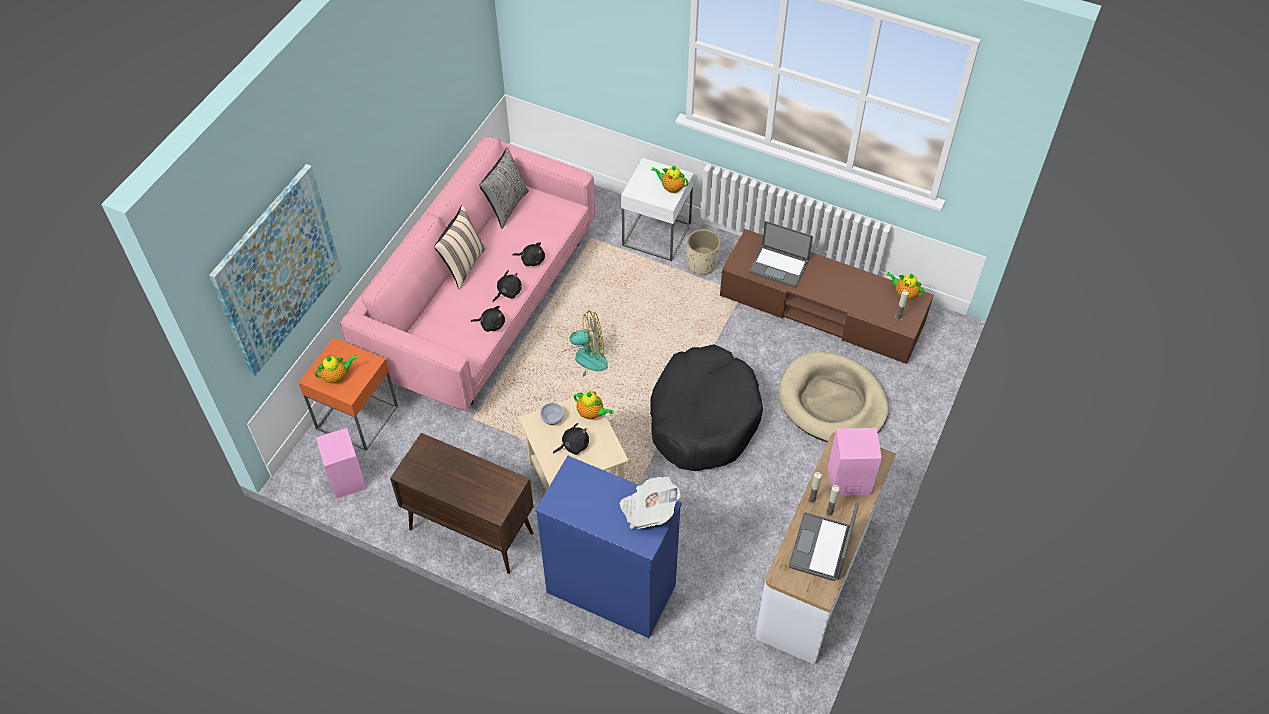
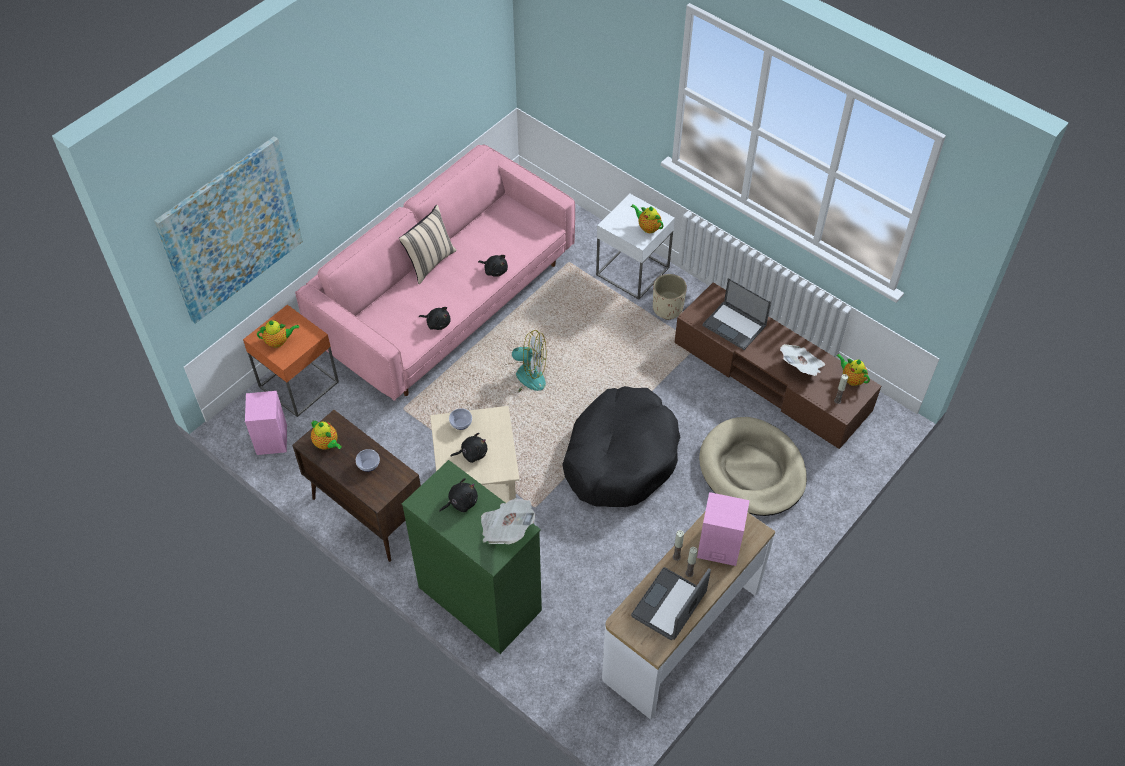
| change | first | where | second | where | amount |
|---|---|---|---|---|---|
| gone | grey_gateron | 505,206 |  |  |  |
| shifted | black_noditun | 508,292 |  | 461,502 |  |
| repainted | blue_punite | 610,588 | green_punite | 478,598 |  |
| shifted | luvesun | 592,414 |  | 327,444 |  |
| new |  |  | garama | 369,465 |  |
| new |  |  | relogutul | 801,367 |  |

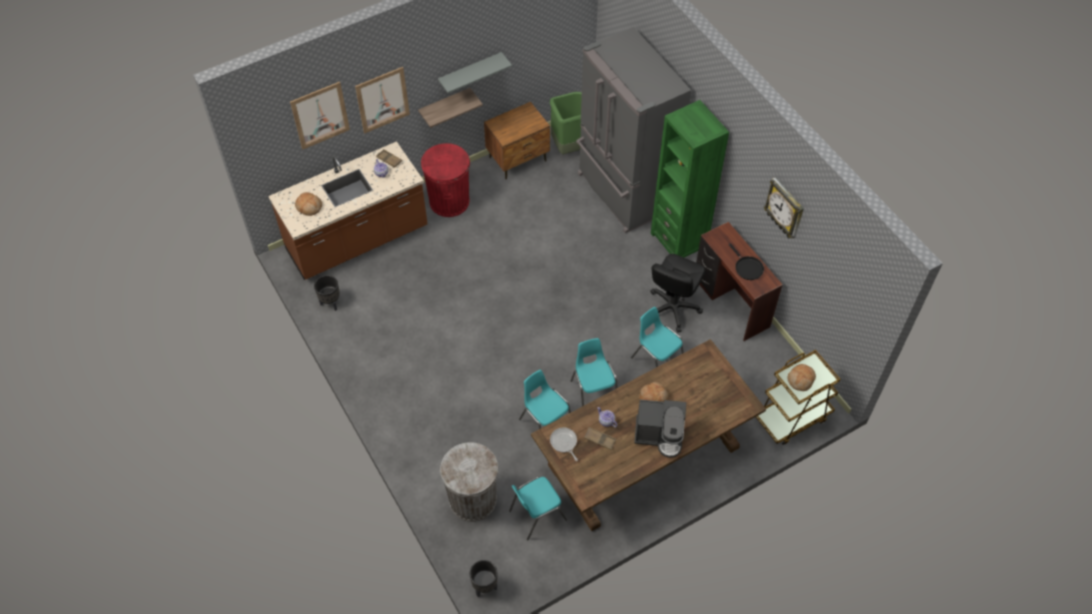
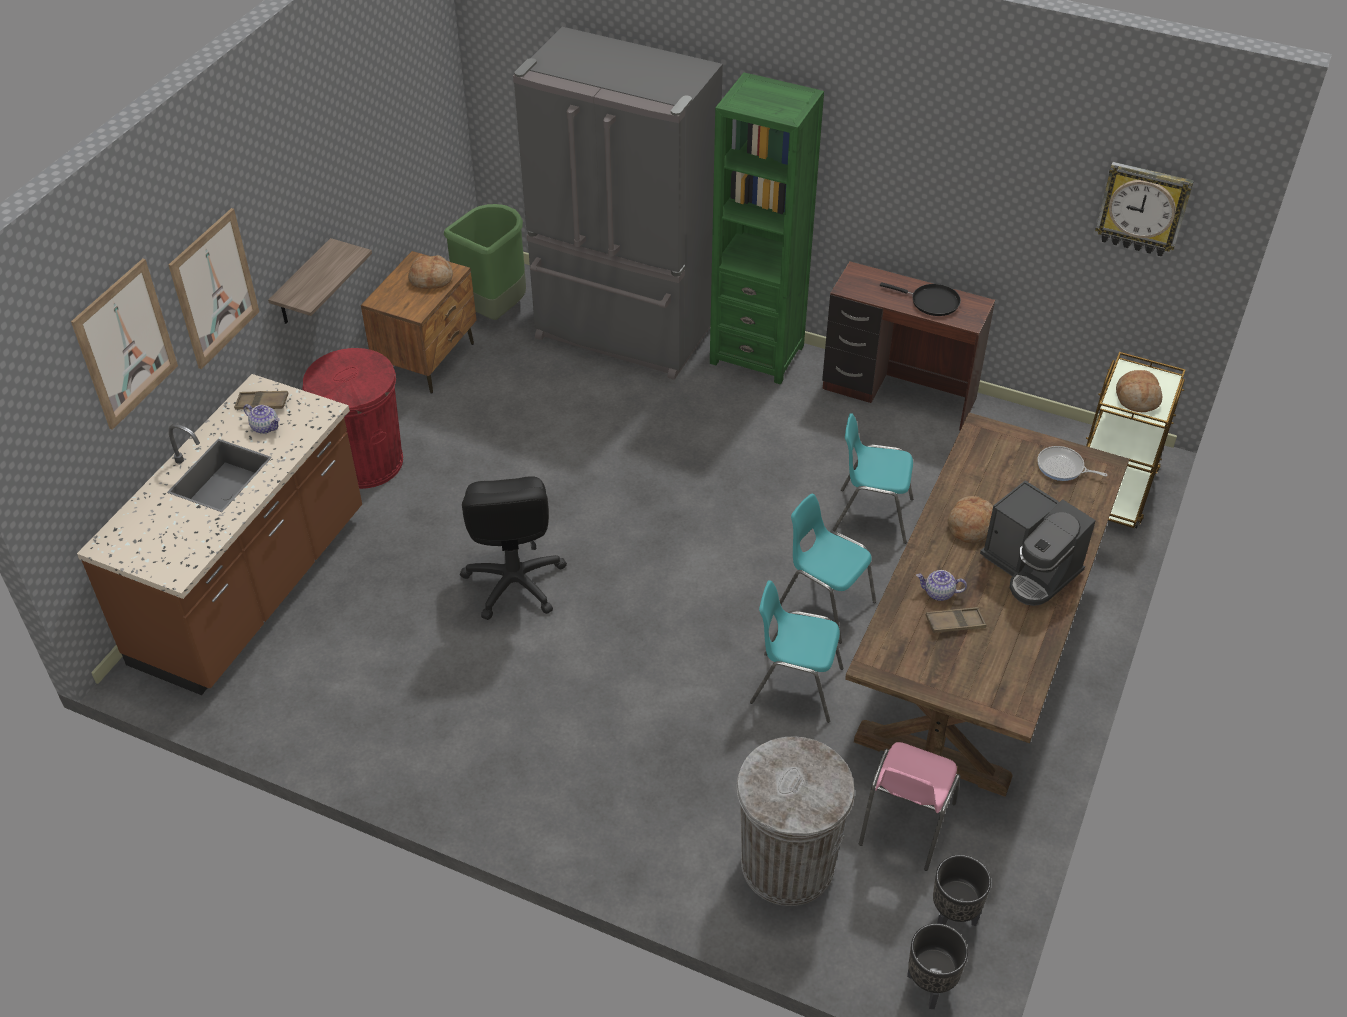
| change | first | where | second | where | amount |
|---|---|---|---|---|---|
| shifted | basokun | 309,207 |  | 431,279 |  |
| shifted | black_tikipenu | 330,303 |  | 952,917 |  |
| gone | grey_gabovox | 470,73 |  |  |  |
| repainted | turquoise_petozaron | 536,515 | pink_petozaron | 905,824 |  |
| shifted | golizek | 564,443 |  | 1062,467 |  |
| rotated | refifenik | 660,435 |  | 1030,569 | 75 degrees clockwise |
| shifted | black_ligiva | 672,308 |  | 514,583 |  |
| shifted | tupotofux | 785,209 |  | 1143,209 |  |

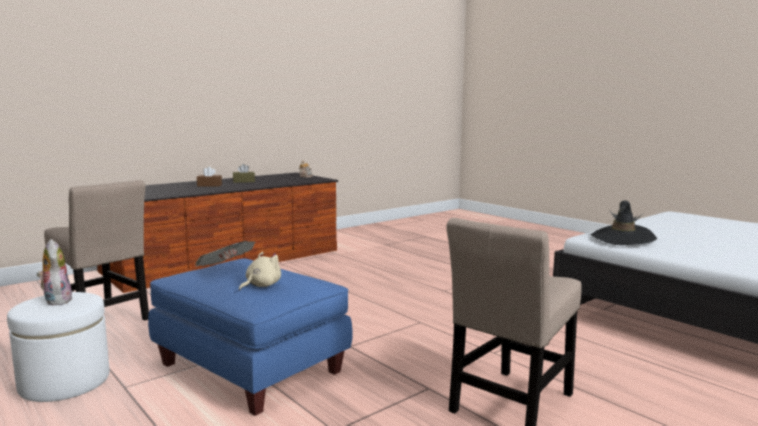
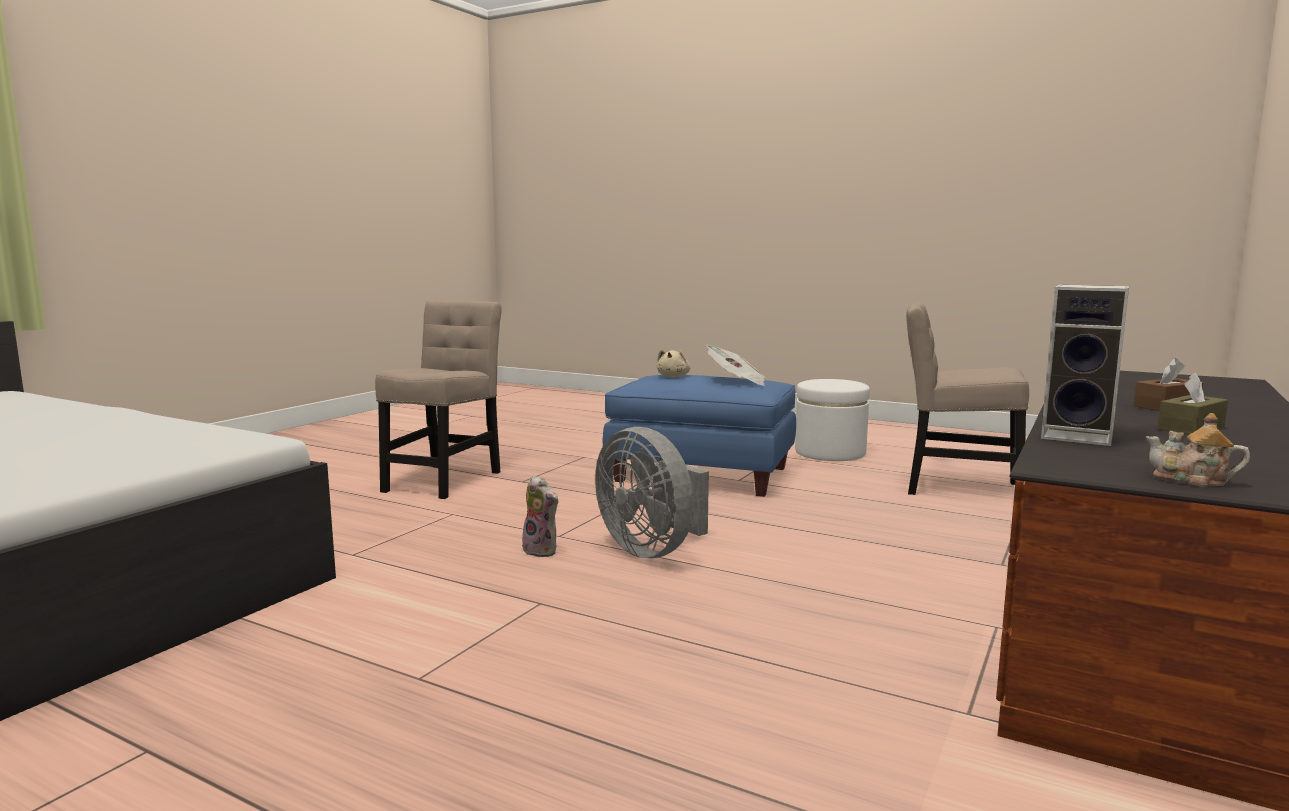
| change | first | where | second | where | amount |
|---|---|---|---|---|---|
| shifted | noditun | 56,300 |  | 542,550 |  |
| gone | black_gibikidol | 622,239 |  |  |  |
| new |  |  | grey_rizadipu | 652,549 |  |
| new |  |  | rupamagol | 1080,436 |  |

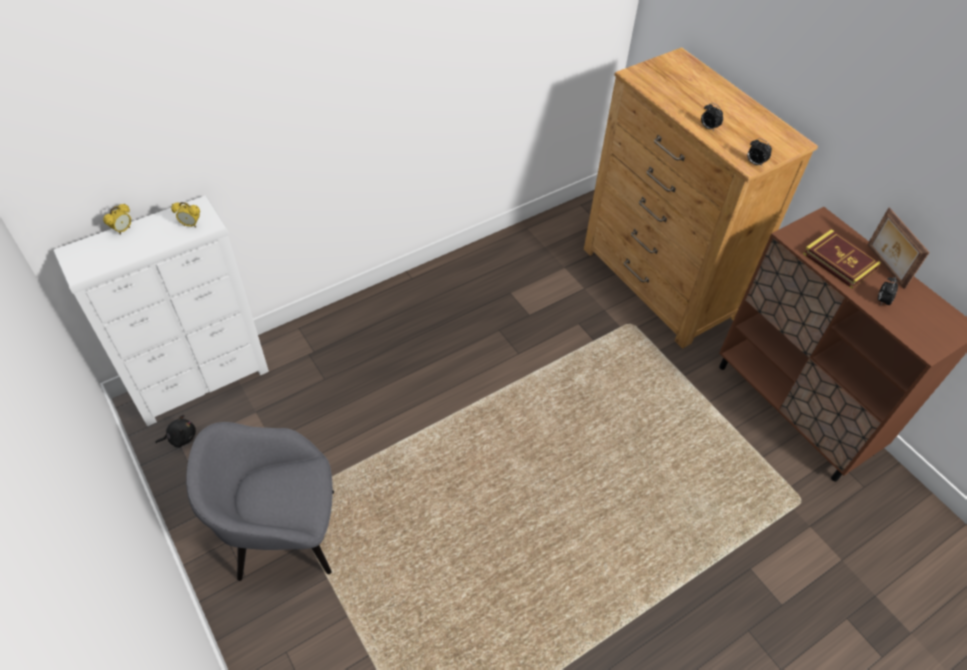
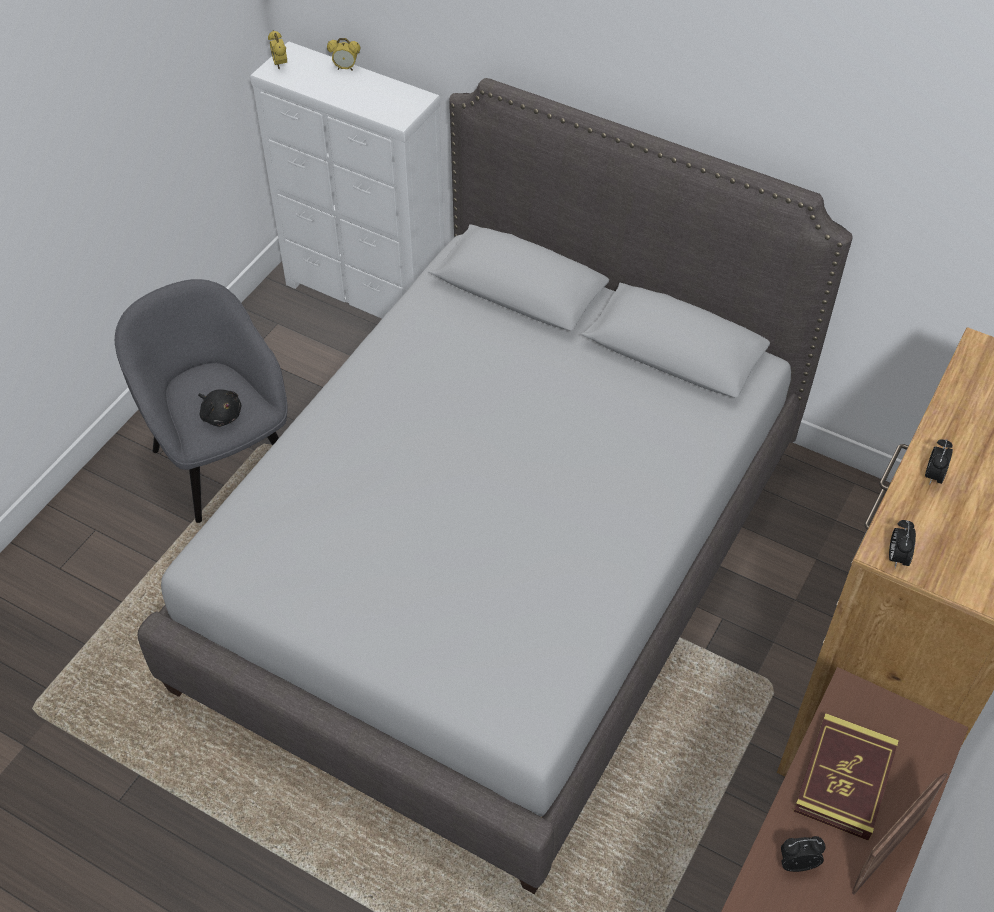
| change | first | where | second | where | amount |
|---|---|---|---|---|---|
| shifted | black_noditun | 180,437 |  | 221,415 |  |
| shifted | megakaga | 191,225 |  | 280,64 |  |
| new |  |  | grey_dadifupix | 497,564 |  |

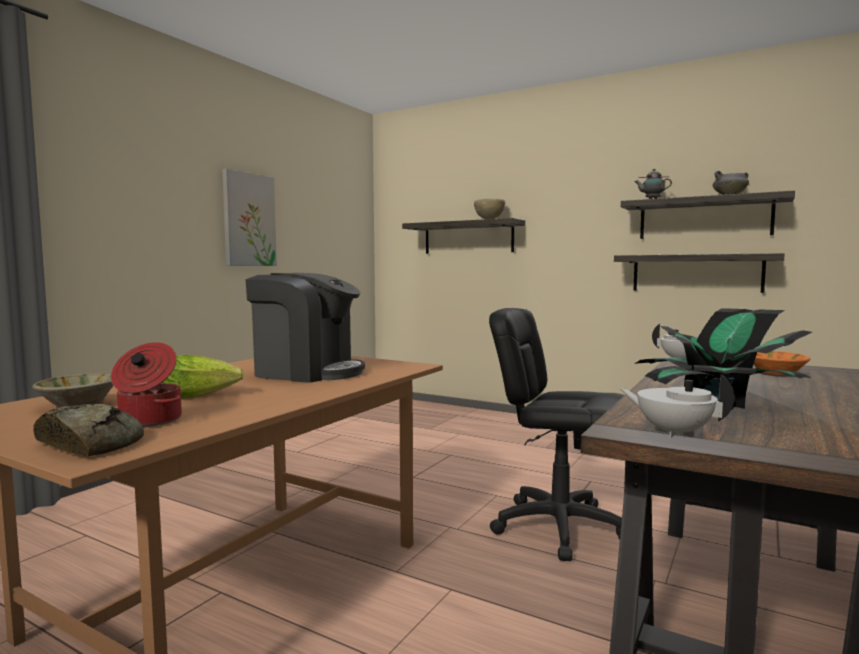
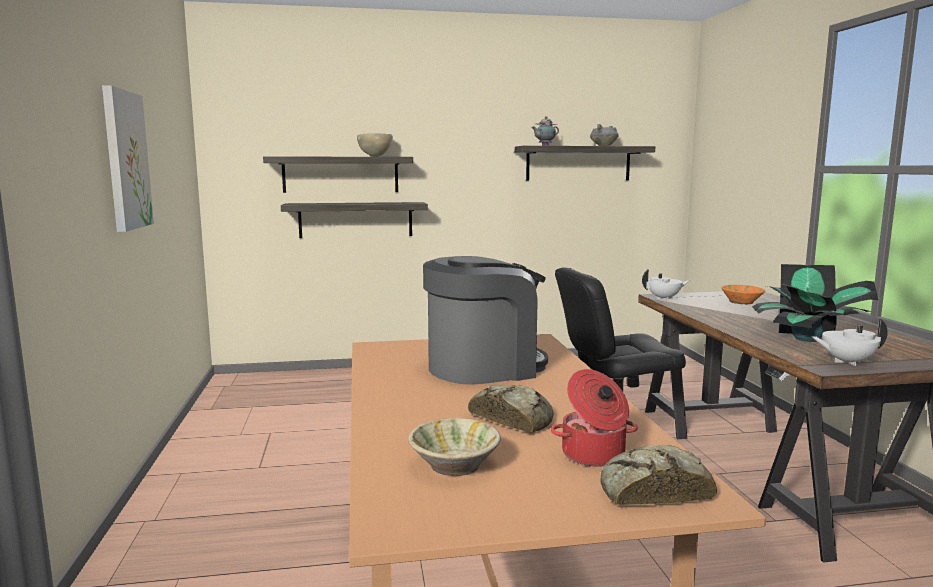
| change | first | where | second | where | amount |
|---|---|---|---|---|---|
| swapped | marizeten | 200,395 | basokun | 513,418 |  |
| shifted | gabovox | 696,273 |  | 356,219 |  |

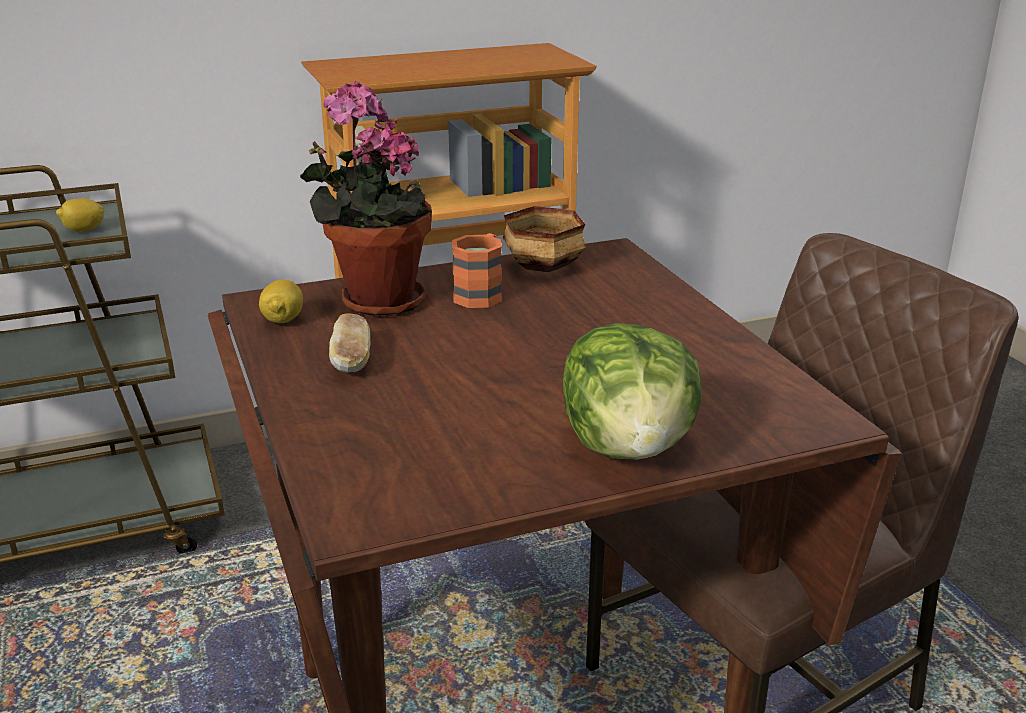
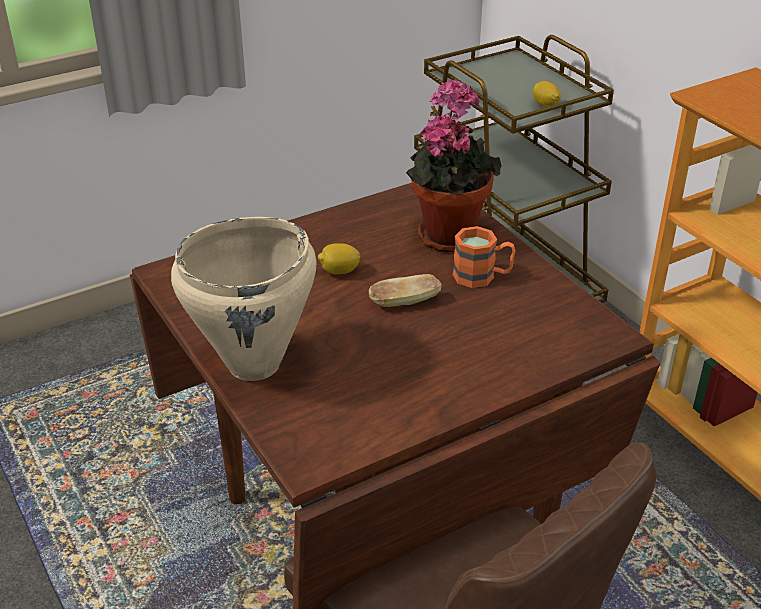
| change | first | where | second | where | amount |
|---|---|---|---|---|---|
| shifted | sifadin | 283,320 |  | 339,271 |  |
| shifted | basokun | 352,360 |  | 405,302 |  |
| gone | garama | 543,267 |  |  |  |
| swapped | marizeten | 630,448 | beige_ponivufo | 255,364 |  |

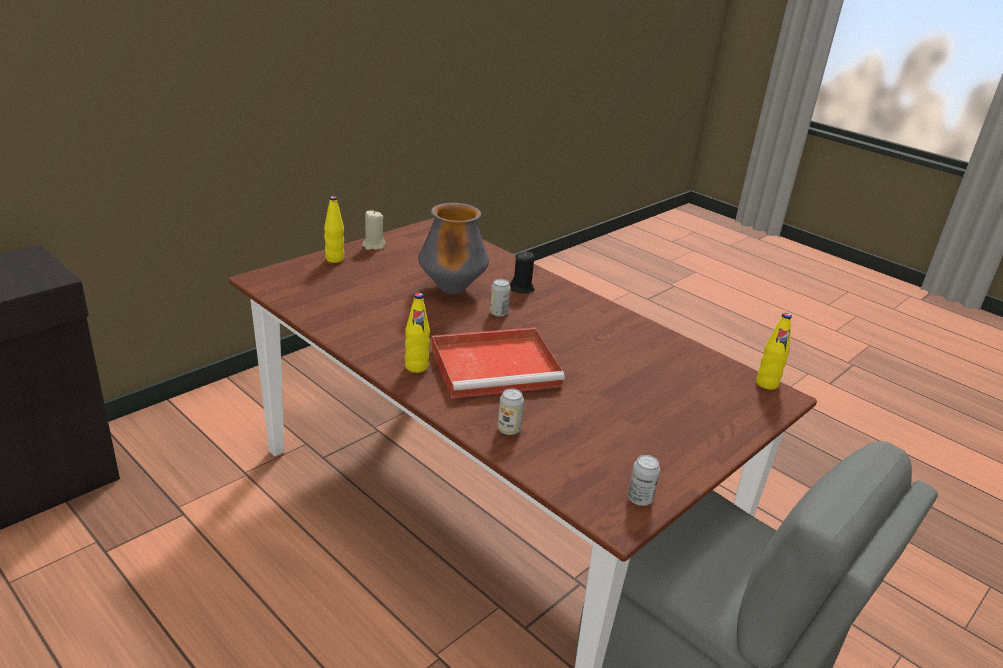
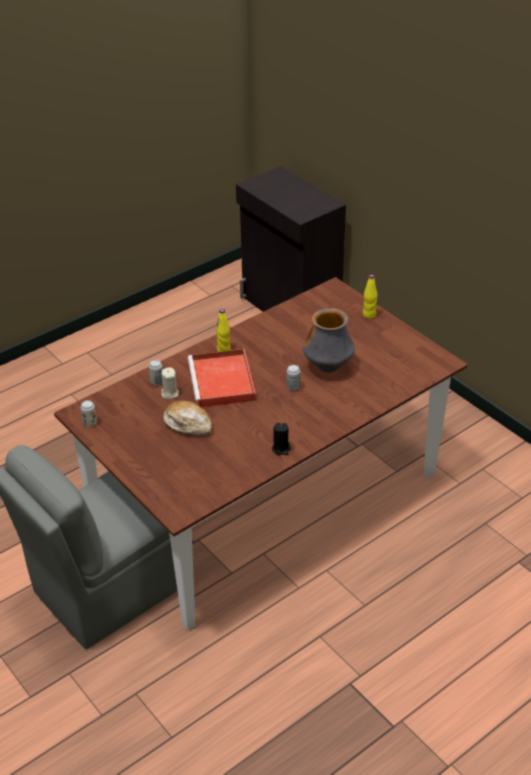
| change | first | where | second | where | amount |
|---|---|---|---|---|---|
| shifted | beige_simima | 373,245 |  | 169,393 |  |
| shifted | black_simima | 522,288 |  | 281,449 |  |
| gone | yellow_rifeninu | 766,384 |  |  |  |
| new |  |  | basokun | 188,424 |  |

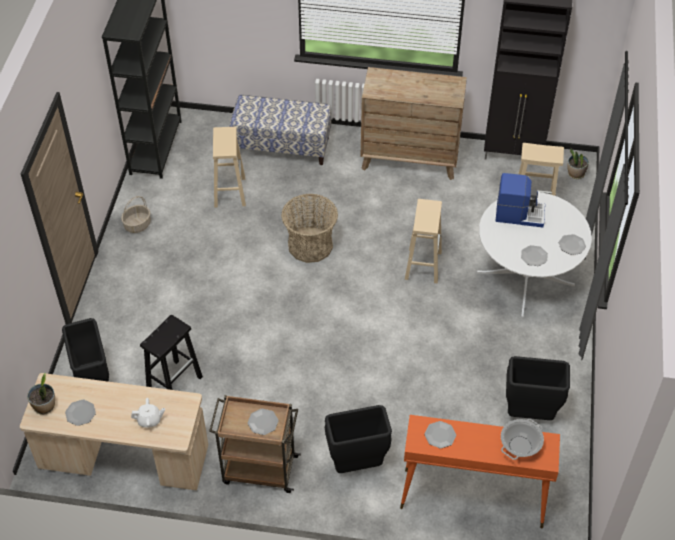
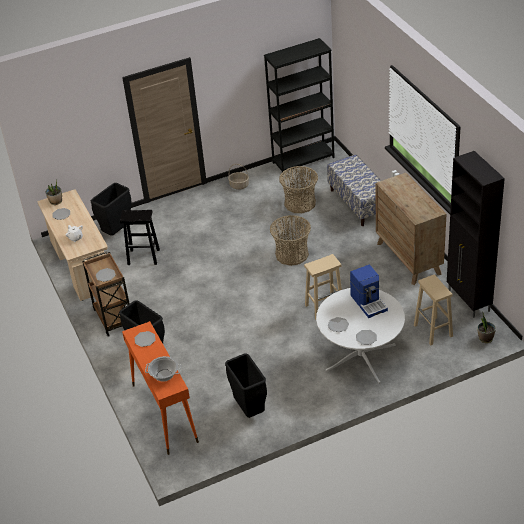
| change | first | where | second | where | amount |
|---|---|---|---|---|---|
| swapped | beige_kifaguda | 229,191 | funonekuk | 300,203 |  |

